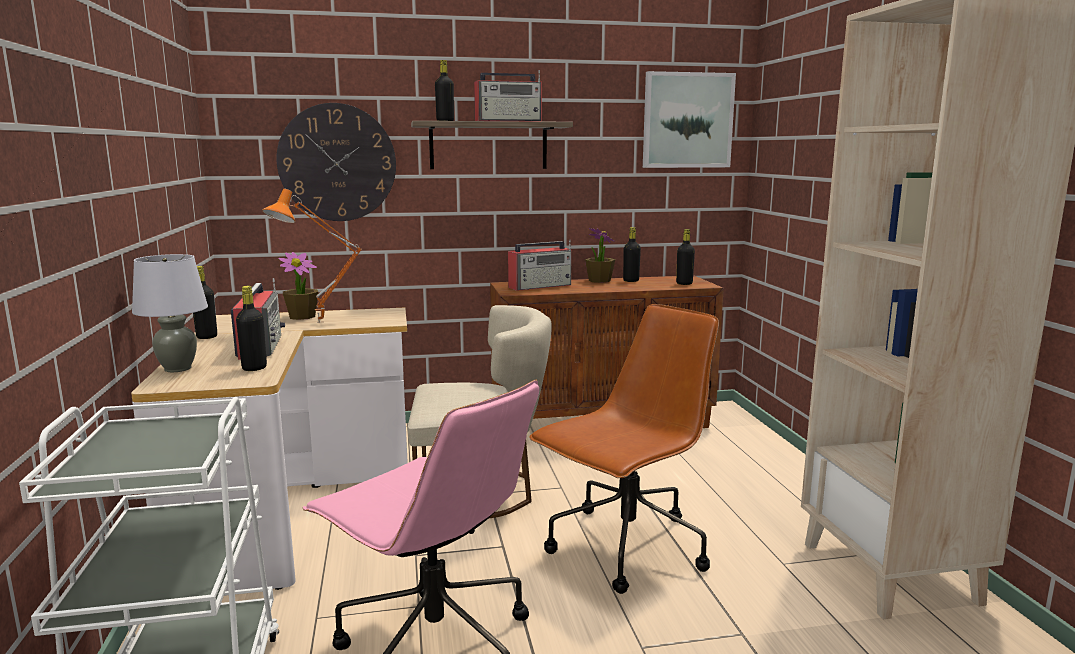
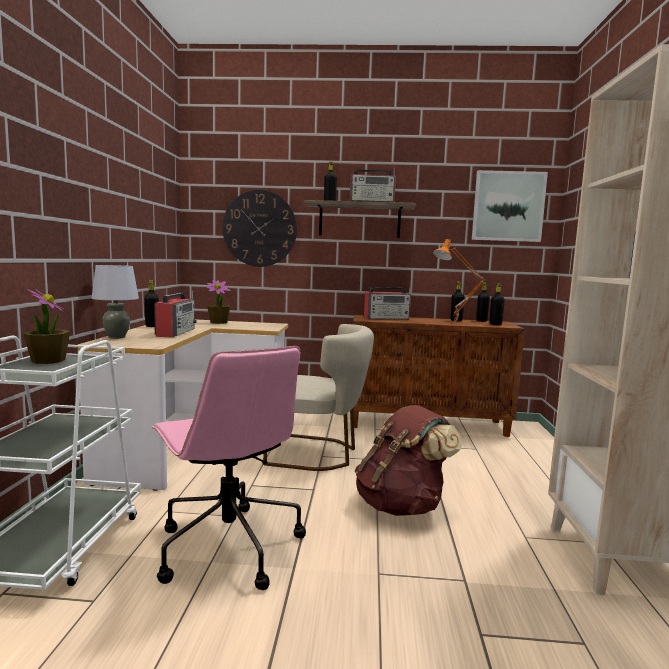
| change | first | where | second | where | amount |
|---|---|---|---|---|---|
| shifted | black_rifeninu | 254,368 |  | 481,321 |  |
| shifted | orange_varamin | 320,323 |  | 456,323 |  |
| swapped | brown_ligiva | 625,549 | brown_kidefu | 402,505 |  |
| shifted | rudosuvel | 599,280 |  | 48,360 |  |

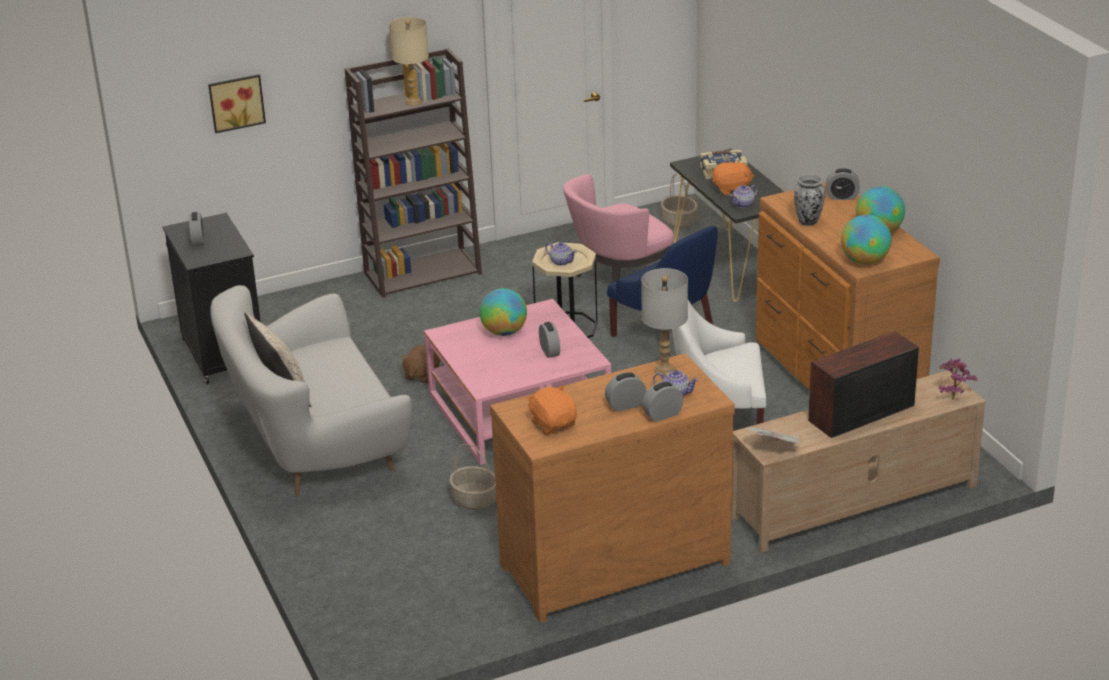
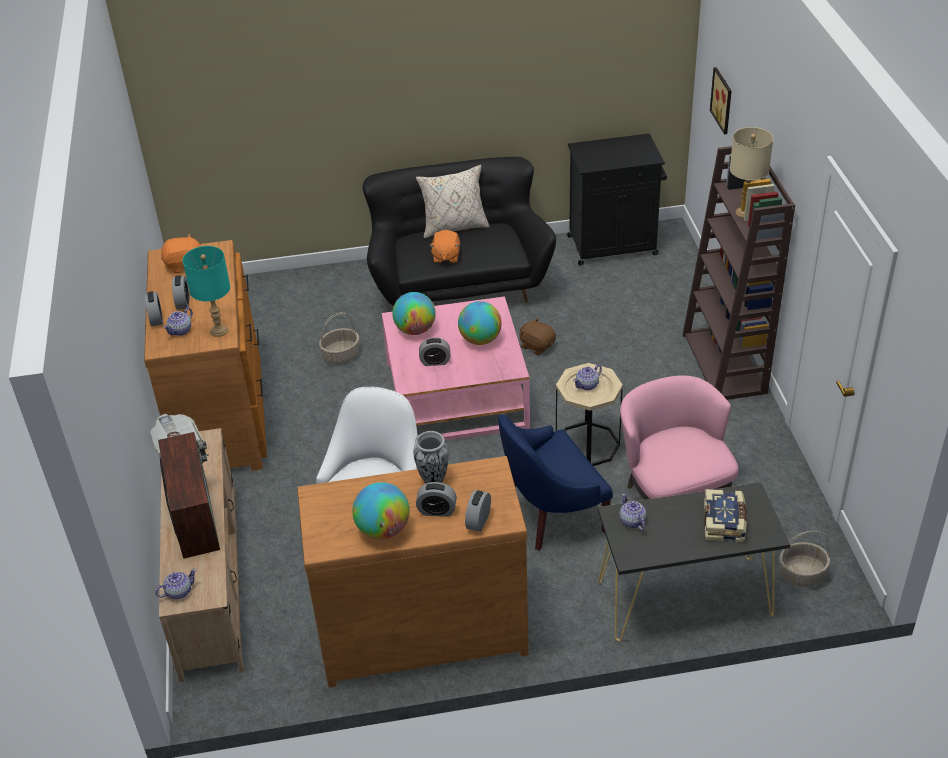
| change | first | where | second | where | amount |
|---|---|---|---|---|---|
| shifted | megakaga | 198,240 |  | 437,511 |  |
| repainted | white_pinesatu | 315,444 | black_pinesatu | 458,284 |  |
| repainted | grey_varamin | 665,369 | turquoise_varamin | 219,331 |  |
| shifted | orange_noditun | 732,189 |  | 446,256 |  |
| shifted | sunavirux | 865,261 |  | 415,330 |  |
| swapped | rudosuvel | 952,397 | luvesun | 178,592 |  |

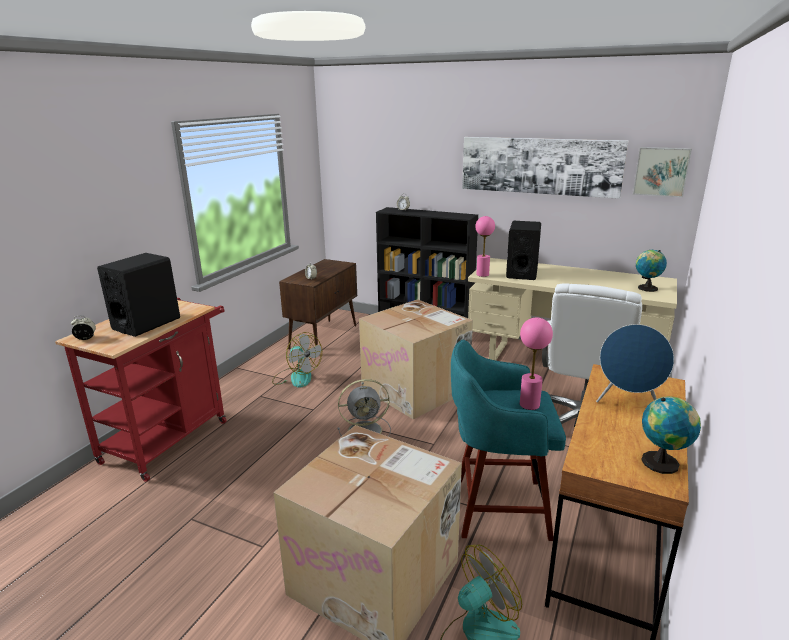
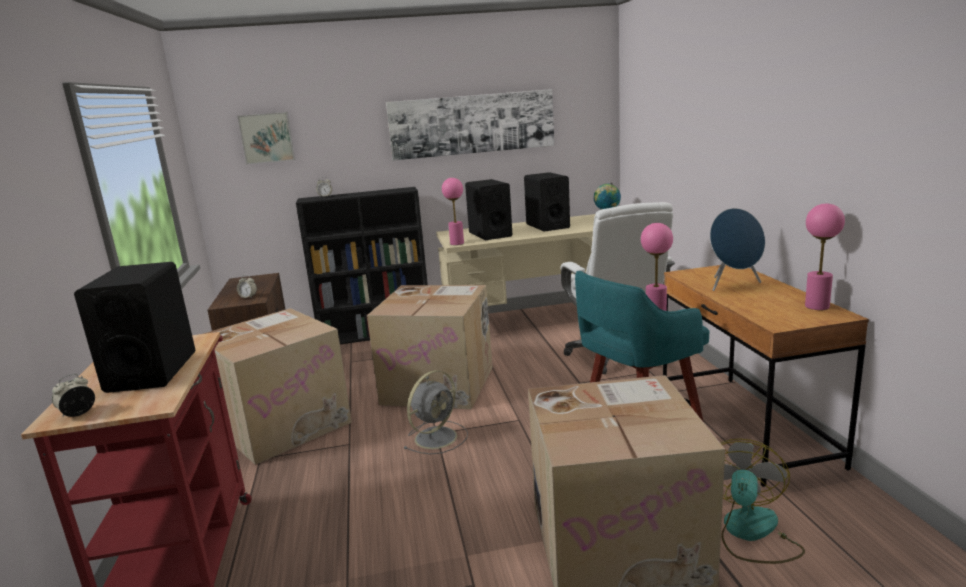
| change | first | where | second | where | amount |
|---|---|---|---|---|---|
| swapped | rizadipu | 296,377 | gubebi | 283,424 |  |
| shifted | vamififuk | 661,171 |  | 267,138 |  |
| swapped | sunavirux | 663,463 | pink_varamin | 817,306 |  |
| new |  |  | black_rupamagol | 547,226 |  |

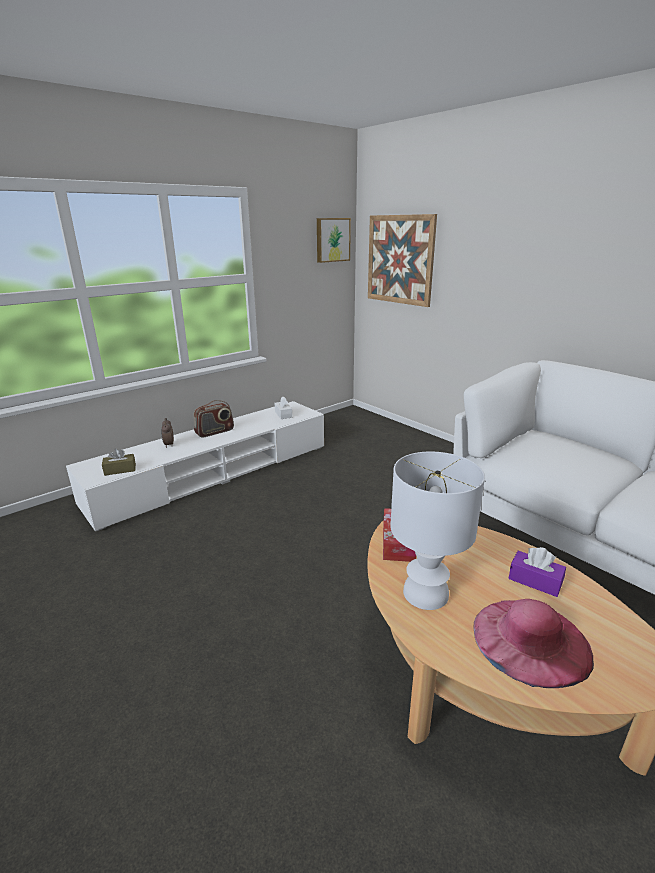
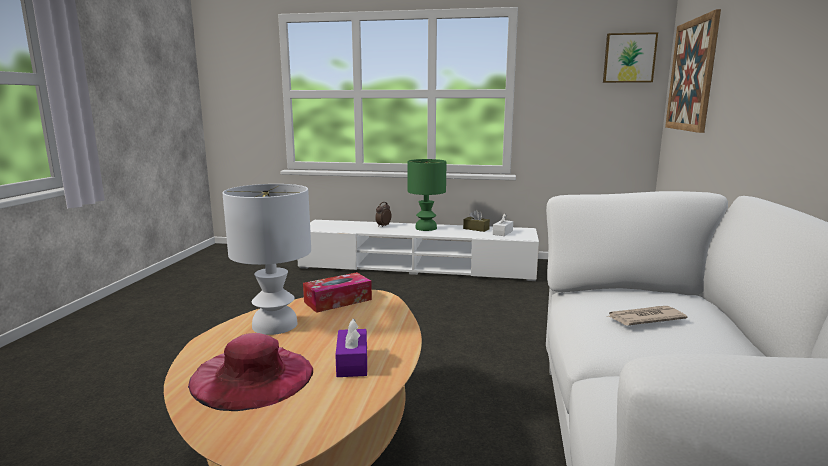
| change | first | where | second | where | amount |
|---|---|---|---|---|---|
| shifted | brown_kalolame | 120,470 |  | 476,229 |  |
| swapped | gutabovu | 214,432 | green_varamin | 426,228 |  |
| new |  |  | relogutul | 644,318 |  |

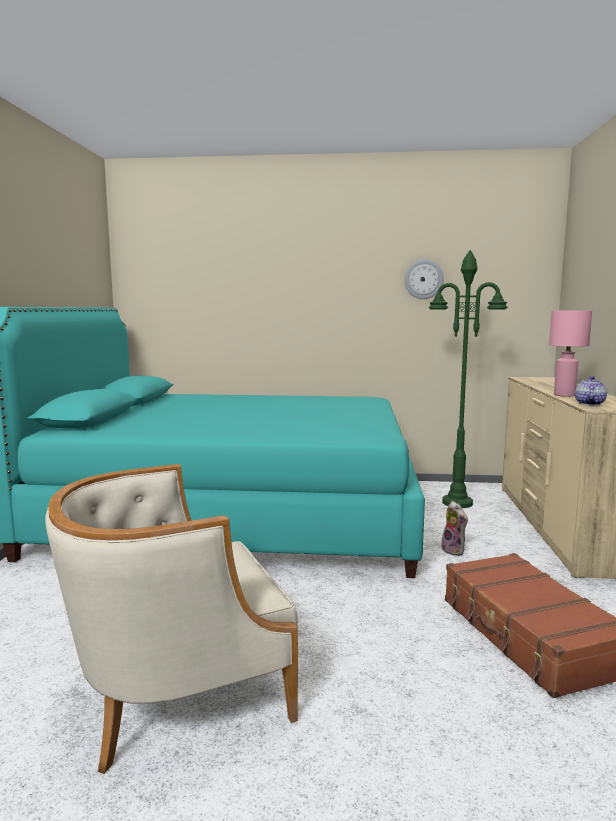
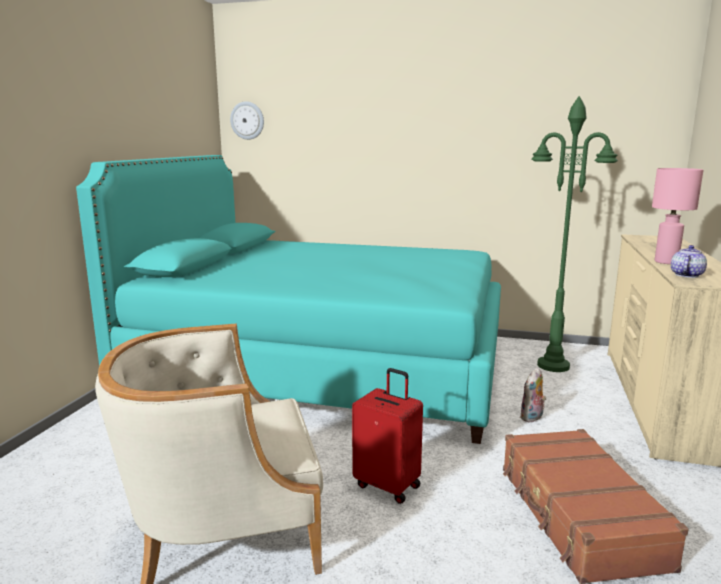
| change | first | where | second | where | amount |
|---|---|---|---|---|---|
| shifted | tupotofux | 423,279 |  | 247,120 |  |
| rotated | noditun | 454,550 |  | 532,418 | 60 degrees clockwise |
| new |  |  | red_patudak | 388,485 |  |

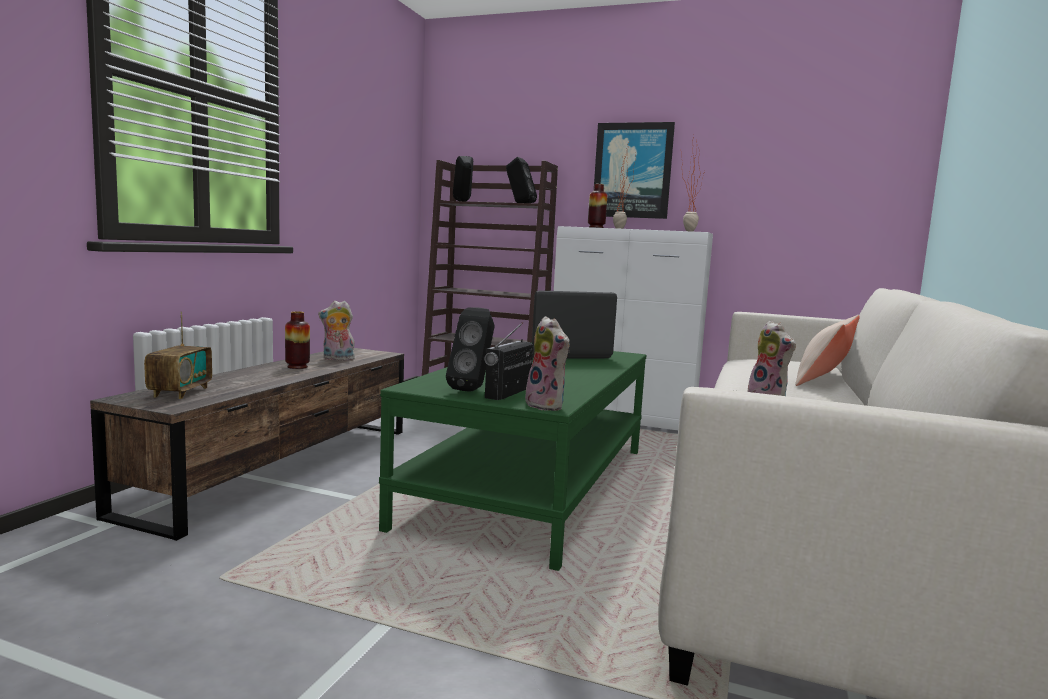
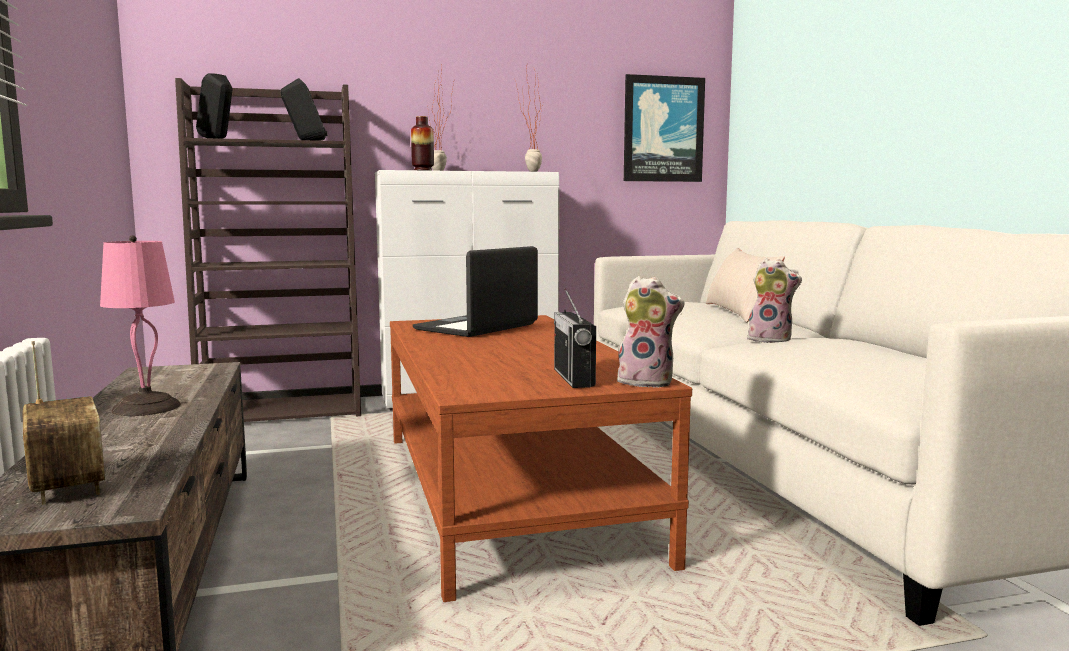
| change | first | where | second | where | amount |
|---|---|---|---|---|---|
| swapped | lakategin | 297,367 | pink_varamin | 145,407 |  |
| gone | noditun | 337,359 |  |  |  |
| repainted | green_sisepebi | 532,486 | brown_sisepebi | 508,494 |  |
| gone | black_rupamagol | 473,390 |  |  |  |
| shifted | vamififuk | 632,170 |  | 663,129 |  |

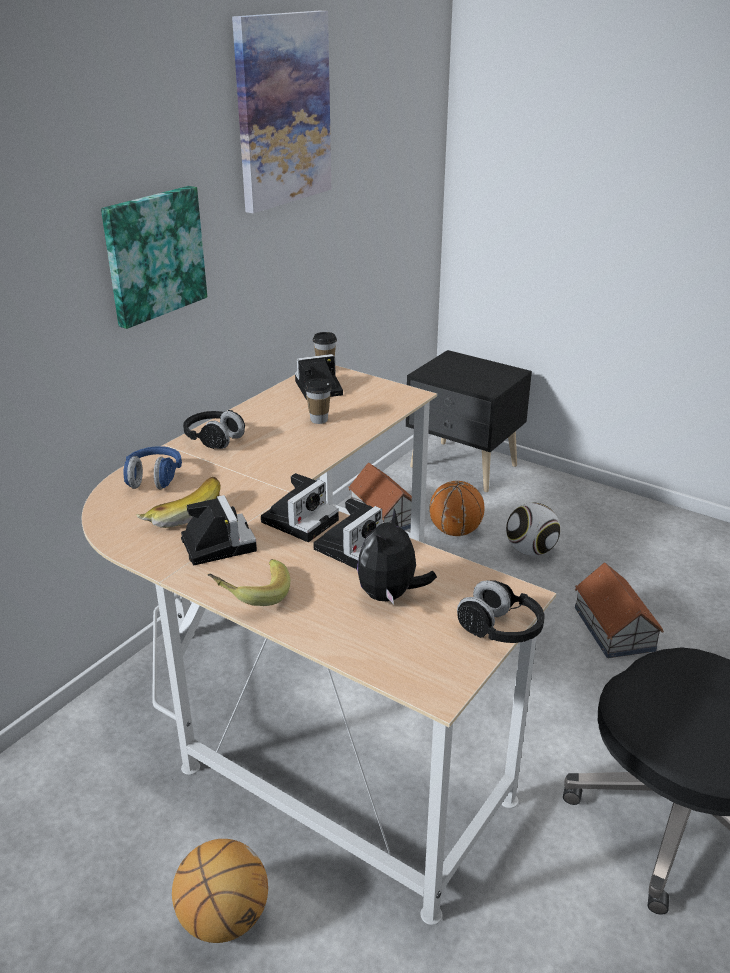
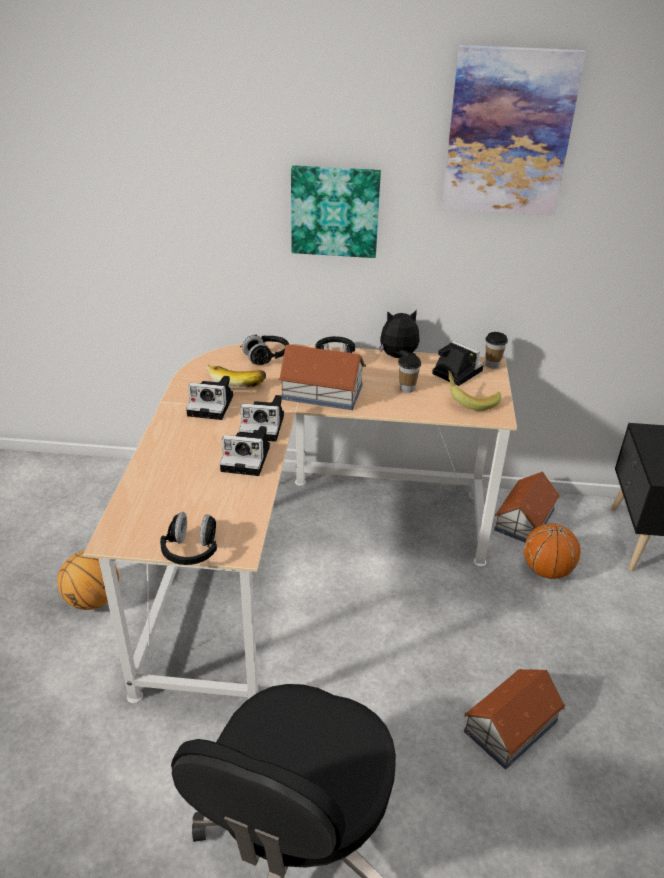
| change | first | where | second | where | amount |
|---|---|---|---|---|---|
| repainted | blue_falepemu | 153,479 | black_falepemu | 266,357 |  |
| rotated | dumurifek | 217,543 |  | 213,405 | 60 degrees clockwise |
| shifted | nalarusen | 251,595 |  | 470,400 |  |
| shifted | noditun | 390,595 |  | 398,357 |  |
| gone | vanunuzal | 530,551 |  |  |  |
| new |  |  | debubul | 321,392 |  |

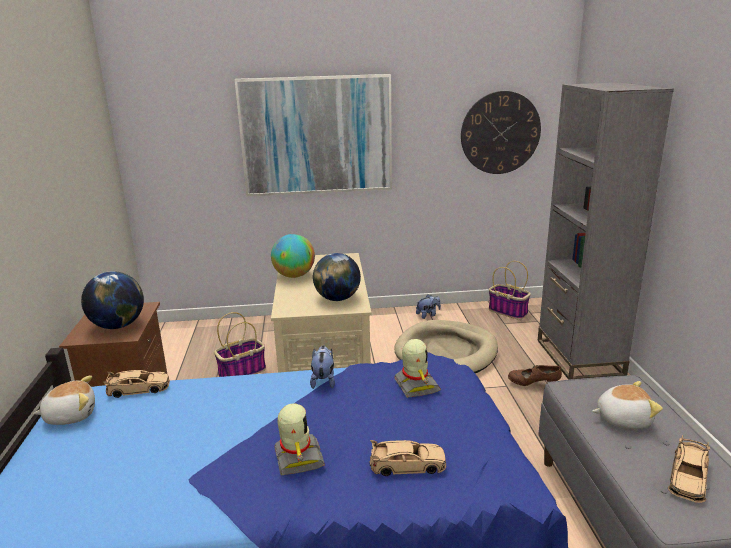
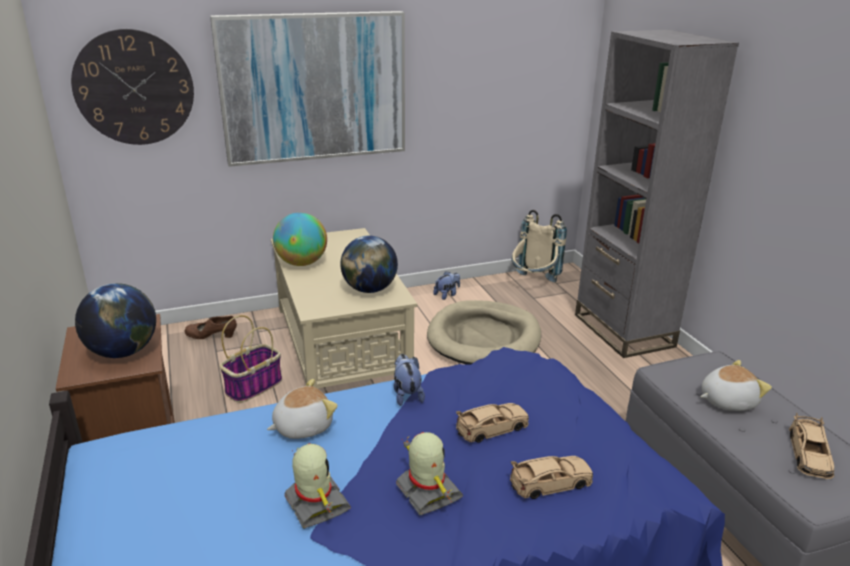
| change | first | where | second | where | amount |
|---|---|---|---|---|---|
| shifted | noditun | 71,415 |  | 302,426 |  |
| shifted | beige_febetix | 138,389 |  | 492,428 |  |
| shifted | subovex | 415,386 |  | 315,505 |  |
| shifted | tupotofux | 500,133 |  | 134,88 |  |
| swapped | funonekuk | 508,311 | beige_kidefu | 533,284 |  |
| shifted | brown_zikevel | 533,385 |  | 212,337 |  |

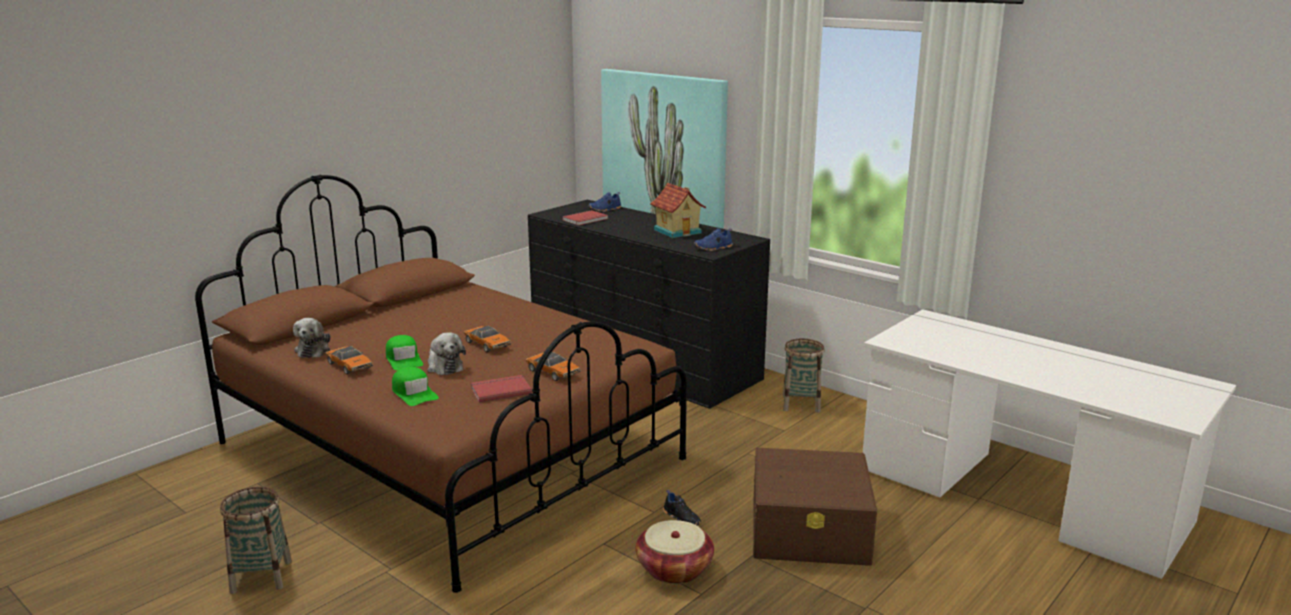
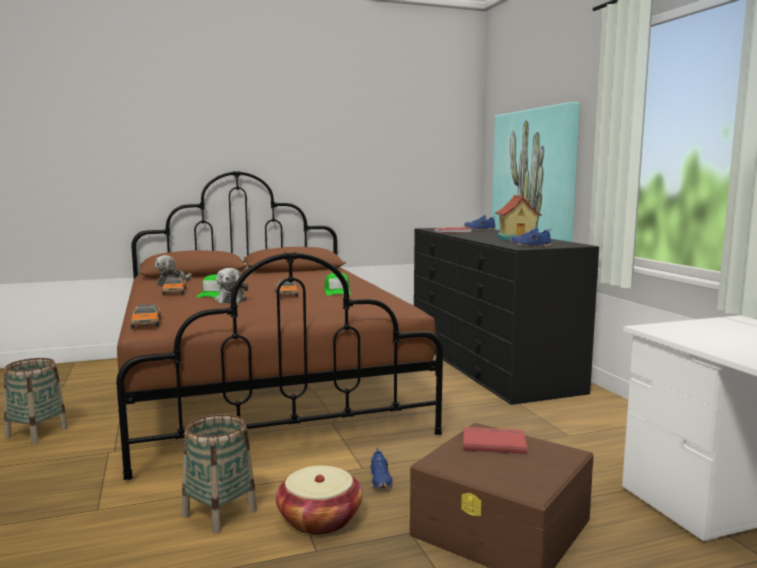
| change | first | where | second | where | amount |
|---|---|---|---|---|---|
| shifted | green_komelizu | 414,393 |  | 337,291 |  |
| shifted | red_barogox | 500,390 |  | 493,442 |  |
| shifted | febetix | 553,372 |  | 146,323 |  |
| repainted | black_zikevel | 682,519 | blue_zikevel | 381,480 |  |
| shifted | funonekuk | 801,404 |  | 220,513 |  |

